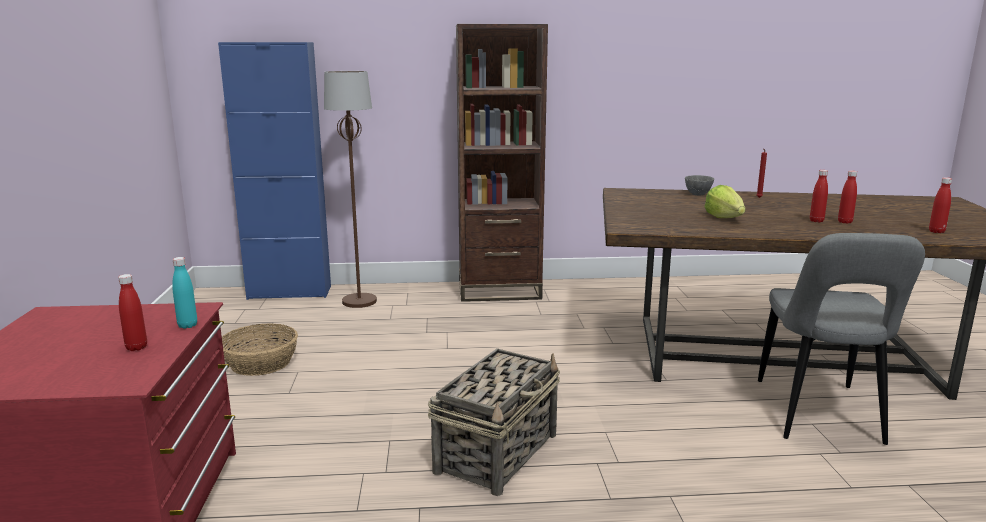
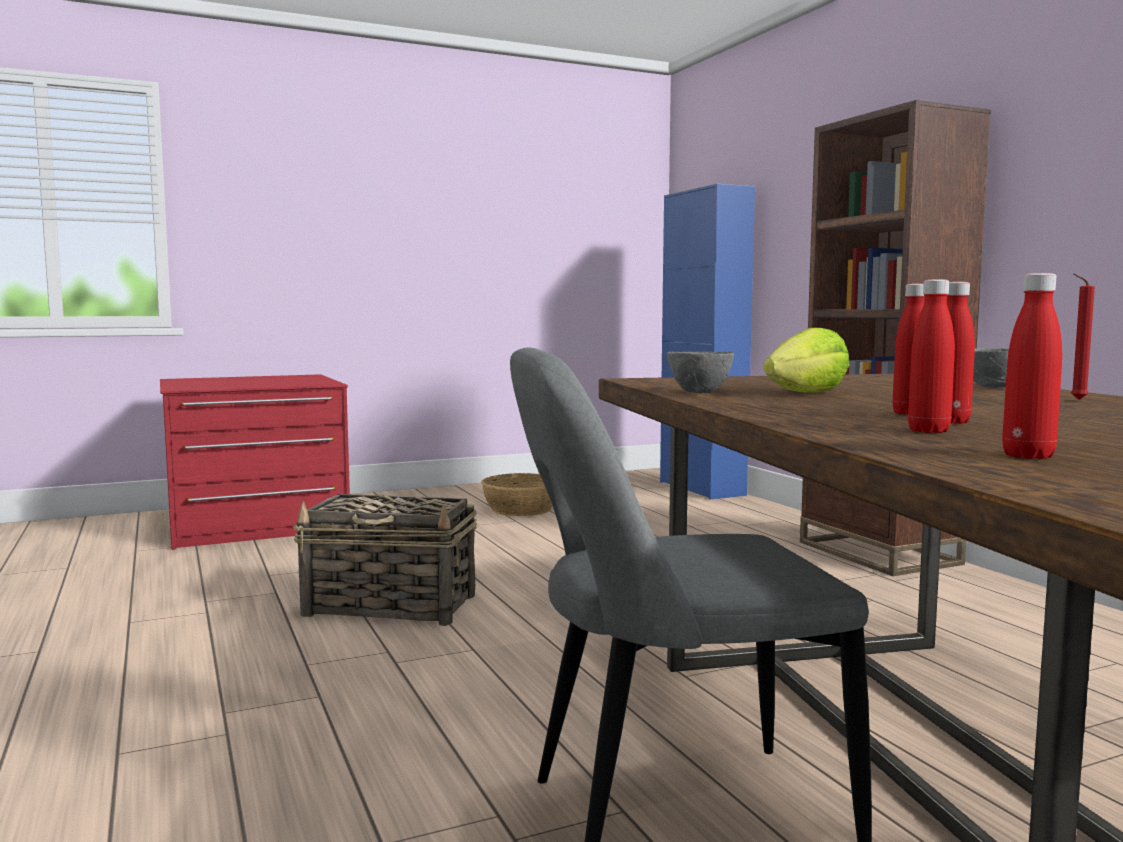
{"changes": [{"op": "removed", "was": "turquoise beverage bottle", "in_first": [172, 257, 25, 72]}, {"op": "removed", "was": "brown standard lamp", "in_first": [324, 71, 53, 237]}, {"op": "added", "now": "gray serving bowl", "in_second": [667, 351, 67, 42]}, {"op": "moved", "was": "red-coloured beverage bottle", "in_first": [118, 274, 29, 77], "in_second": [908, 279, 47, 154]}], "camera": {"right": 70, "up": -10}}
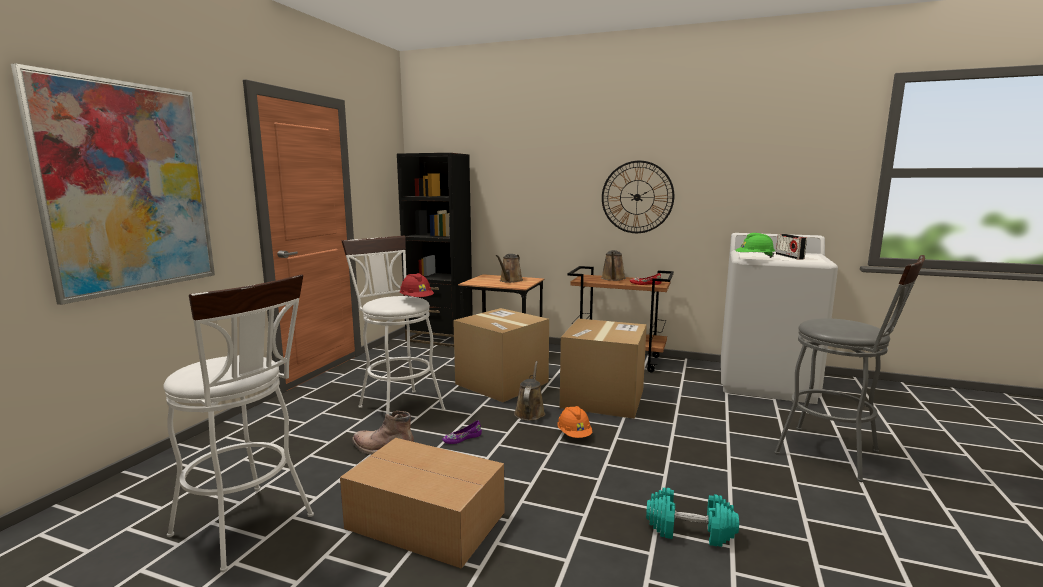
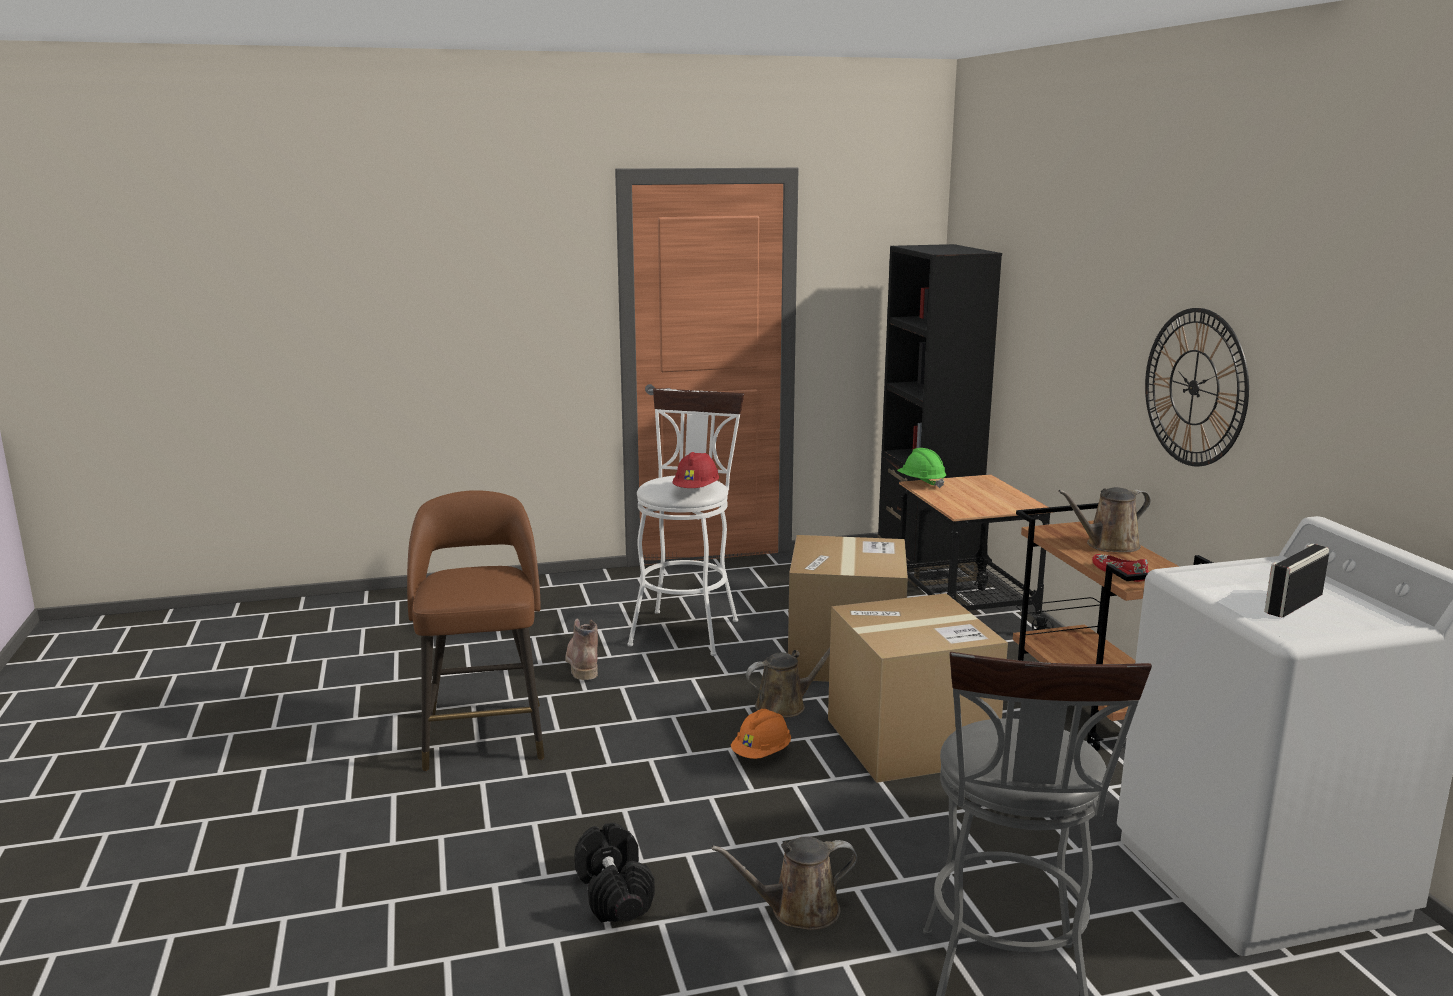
{"changes": [{"op": "removed", "was": "picture", "in_first": [11, 63, 204, 242]}, {"op": "removed", "was": "white-coloured stool", "in_first": [163, 274, 151, 298]}, {"op": "removed", "was": "purple shoe", "in_first": [442, 421, 40, 23]}, {"op": "moved", "was": "brown sprinkling can", "in_first": [496, 254, 27, 29], "in_second": [712, 836, 145, 94]}, {"op": "moved", "was": "green-coloured safety helmet", "in_first": [735, 233, 40, 25], "in_second": [897, 448, 49, 40]}, {"op": "replaced", "was": "packing box", "now": "brown stool", "in_first": [340, 438, 164, 131], "in_second": [407, 490, 137, 281]}, {"op": "recoloured", "was": "turquoise free weight", "now": "blackish free weight", "in_first": [646, 488, 93, 59], "in_second": [574, 823, 81, 99]}], "camera": {"right": 55, "up": 5}}
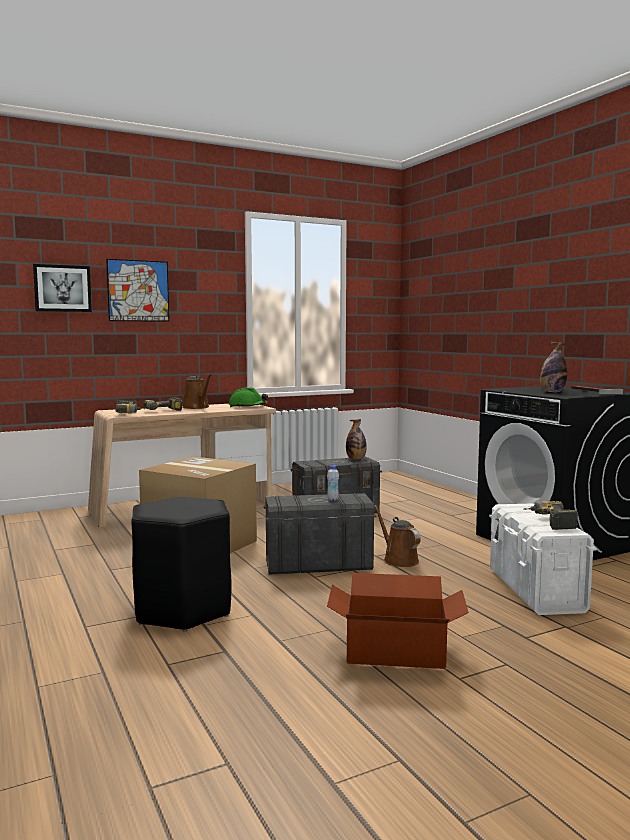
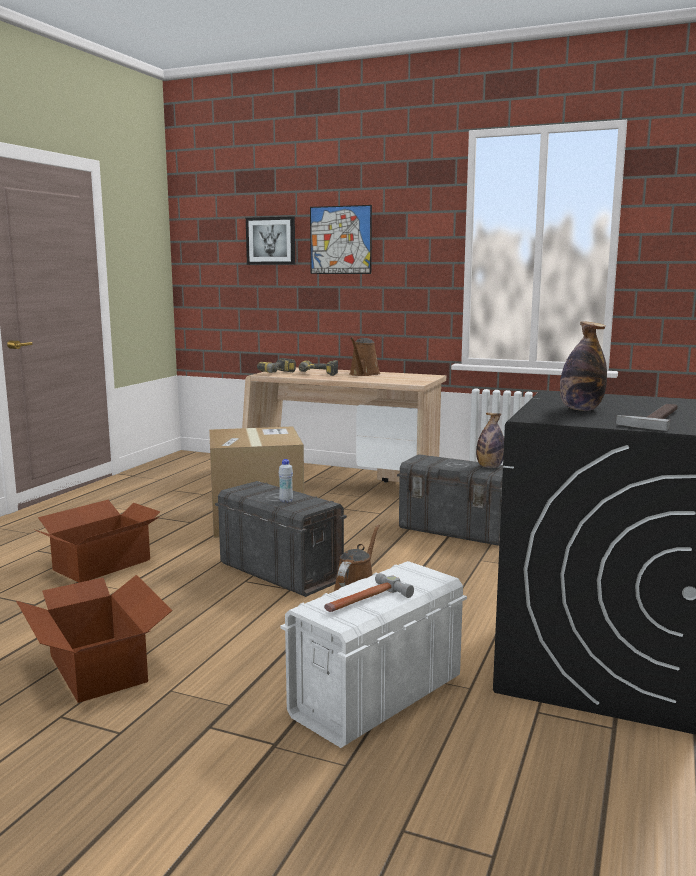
{"changes": [{"op": "removed", "was": "green-coloured safety helmet", "in_first": [229, 387, 39, 20]}, {"op": "replaced", "was": "blackish stool", "now": "packing box", "in_first": [131, 497, 100, 135], "in_second": [33, 500, 127, 83]}, {"op": "replaced", "was": "electric drill", "now": "tool hammer", "in_first": [524, 501, 54, 29], "in_second": [324, 573, 90, 39]}], "camera": {"right": 50, "up": 5}}
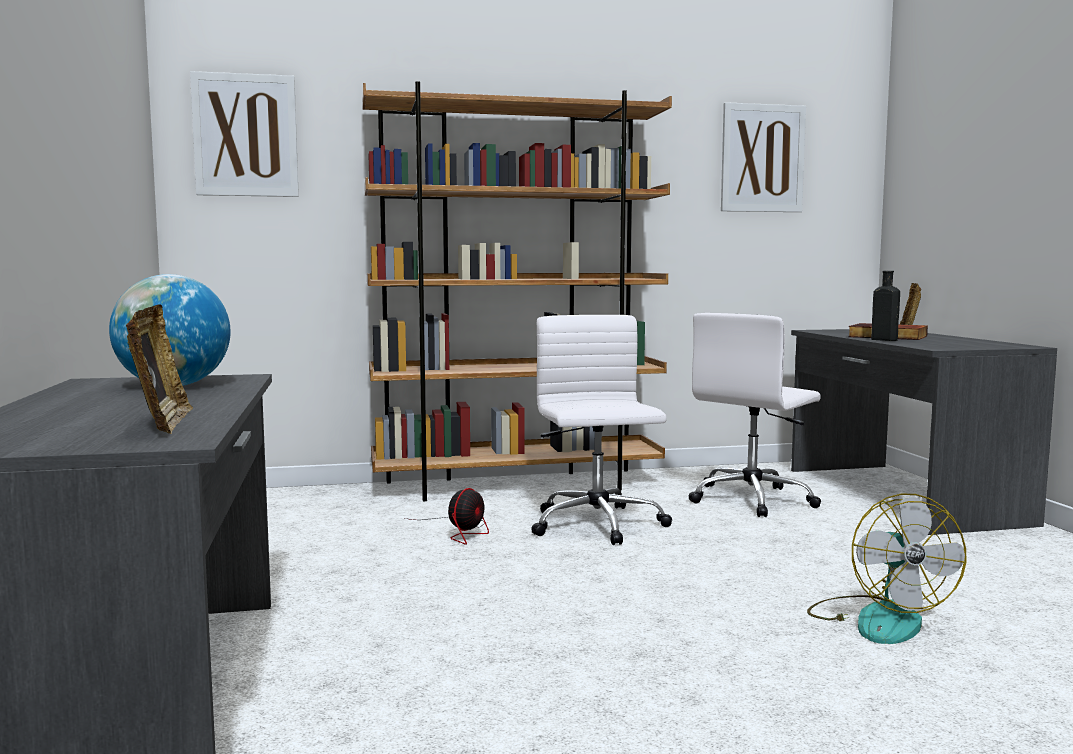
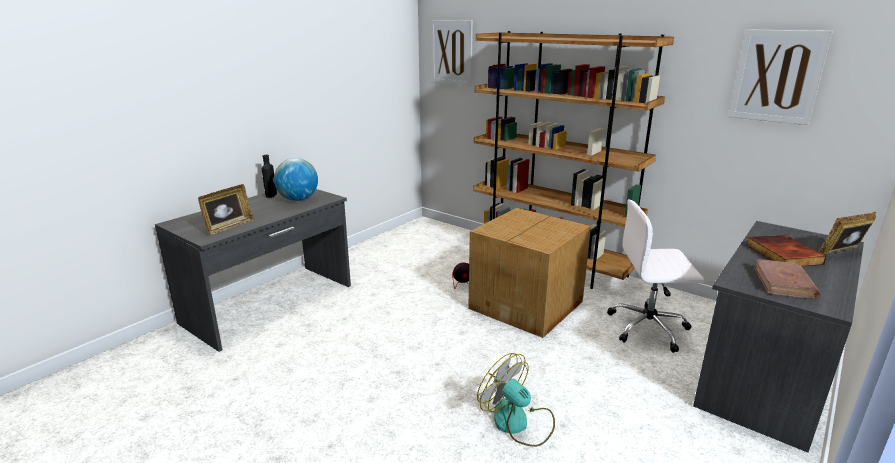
{"changes": [{"op": "added", "now": "brown book", "in_second": [753, 259, 67, 40]}, {"op": "moved", "was": "blackish beverage bottle", "in_first": [871, 271, 29, 70], "in_second": [262, 155, 15, 43]}, {"op": "replaced", "was": "white-coloured computer chair", "now": "packing box", "in_first": [531, 315, 141, 230], "in_second": [468, 208, 123, 130]}, {"op": "turned", "was": "fan", "in_first": [807, 494, 159, 150], "in_second": [477, 353, 78, 94], "clockwise": 90}], "camera": {"right": 50, "up": 15}}
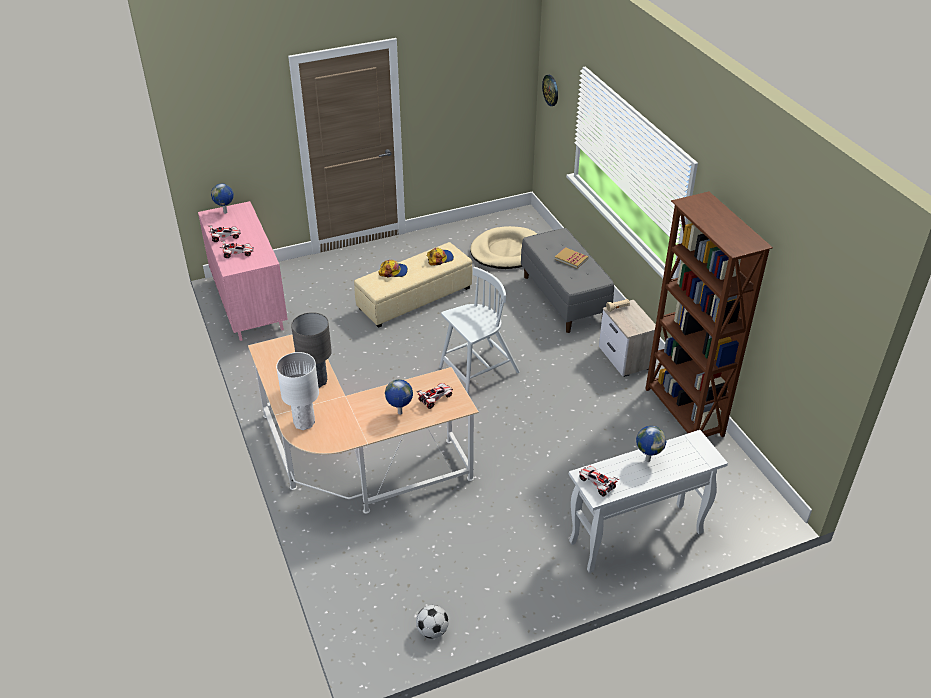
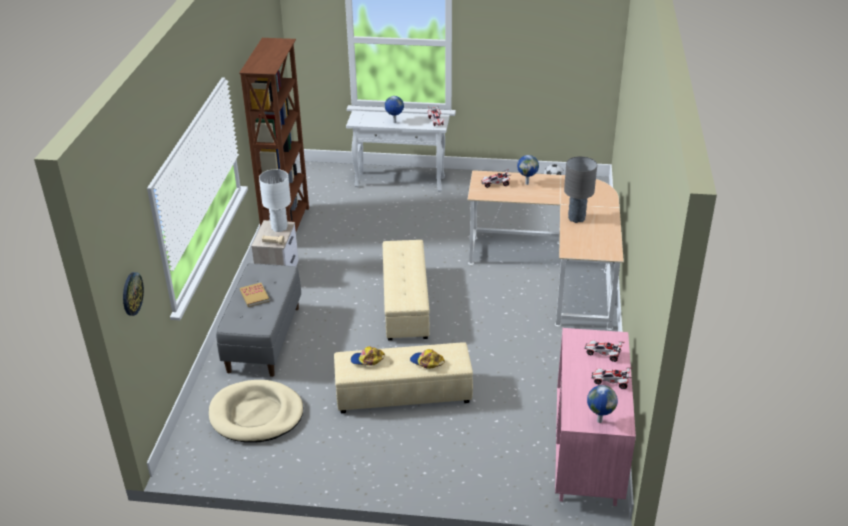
{"changes": [{"op": "moved", "was": "white-coloured table lamp", "in_first": [276, 352, 43, 78], "in_second": [259, 169, 32, 63]}, {"op": "replaced", "was": "white-coloured chair", "now": "beige pouffe", "in_first": [439, 267, 81, 128], "in_second": [382, 240, 48, 101]}], "camera": {"right": -150, "up": -5}}
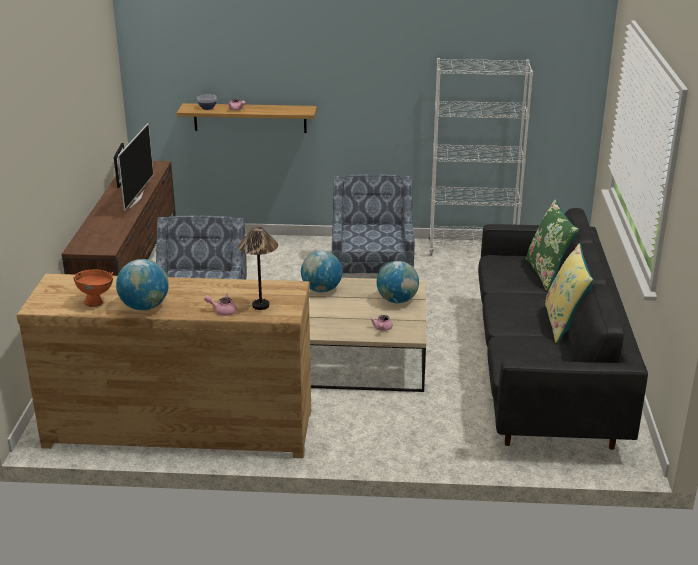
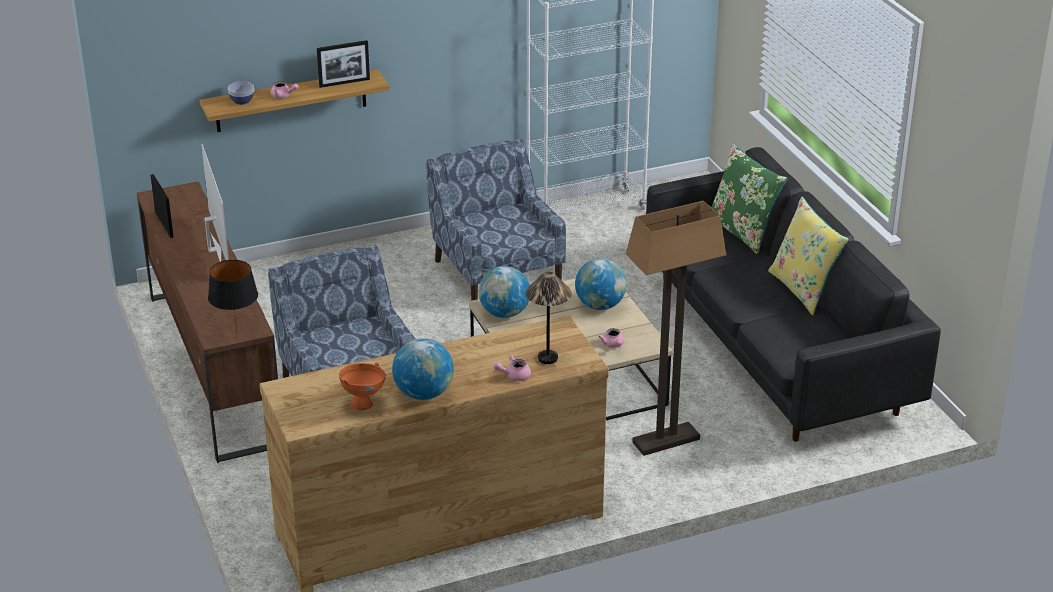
{"changes": [{"op": "added", "now": "blackish table lamp", "in_second": [208, 260, 50, 72]}, {"op": "added", "now": "standing frame", "in_second": [317, 40, 53, 48]}, {"op": "added", "now": "standard lamp", "in_second": [626, 201, 100, 255]}], "camera": {"right": -25, "up": 5}}
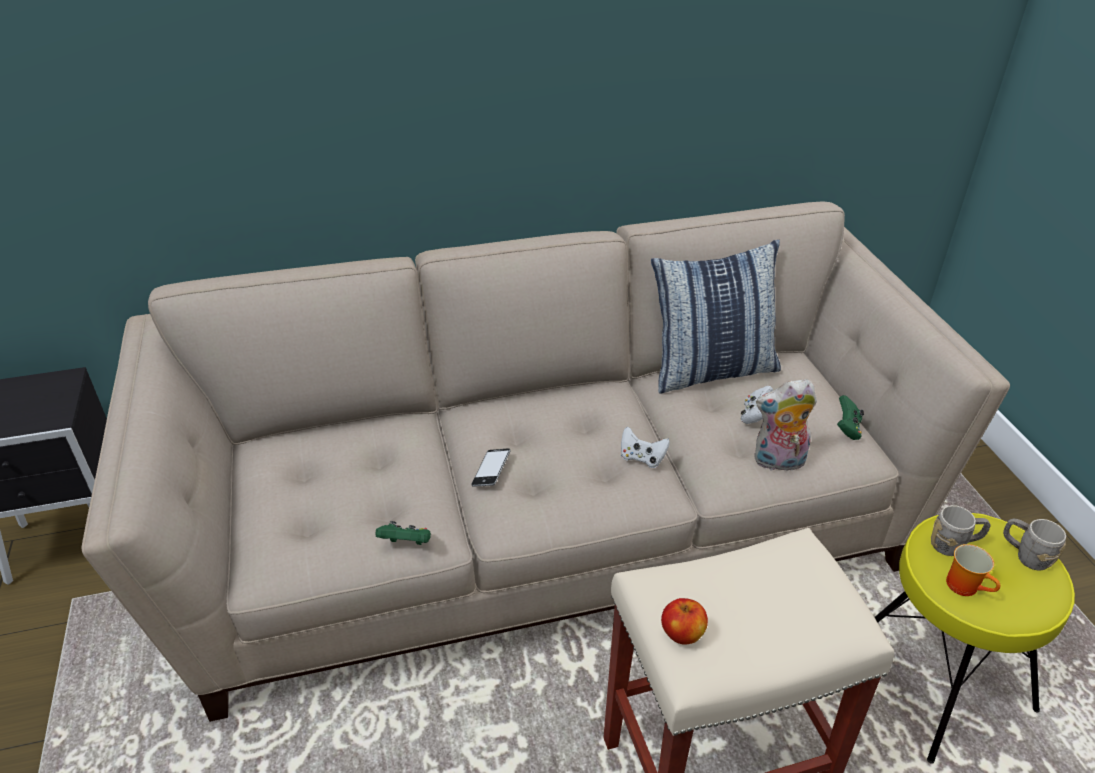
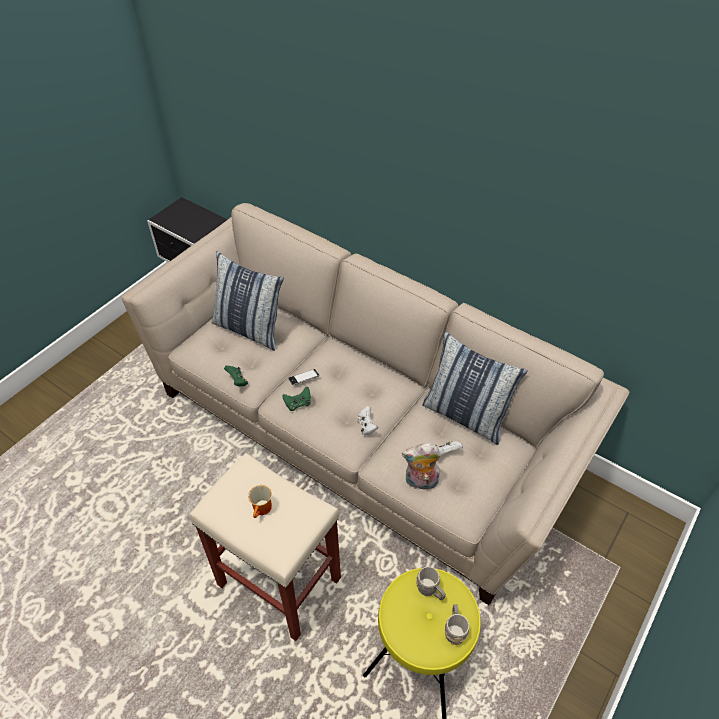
{"changes": [{"op": "removed", "was": "whole apple", "in_first": [661, 598, 47, 47]}, {"op": "added", "now": "throw pillow", "in_second": [212, 251, 72, 100]}, {"op": "moved", "was": "green-coloured game controller", "in_first": [837, 395, 27, 45], "in_second": [282, 386, 29, 25]}, {"op": "moved", "was": "tea mug", "in_first": [946, 544, 54, 52], "in_second": [248, 485, 24, 33]}, {"op": "turned", "was": "soft toy", "in_first": [754, 379, 63, 95], "in_second": [402, 443, 39, 47], "clockwise": -45}], "camera": {"right": 50, "up": 10}}
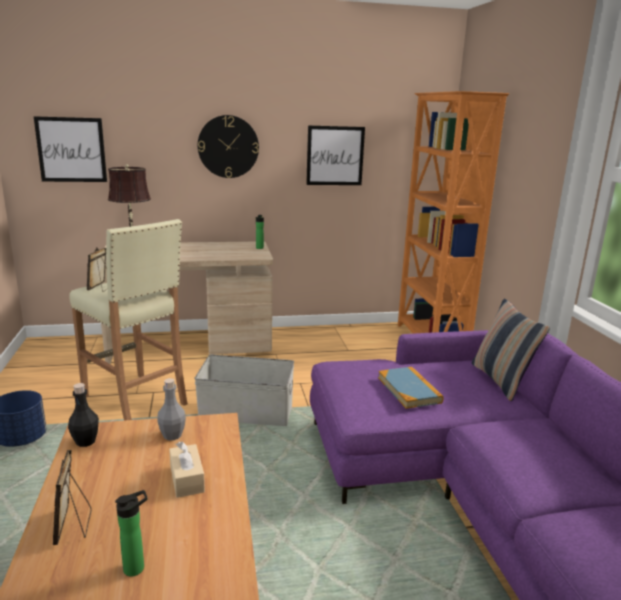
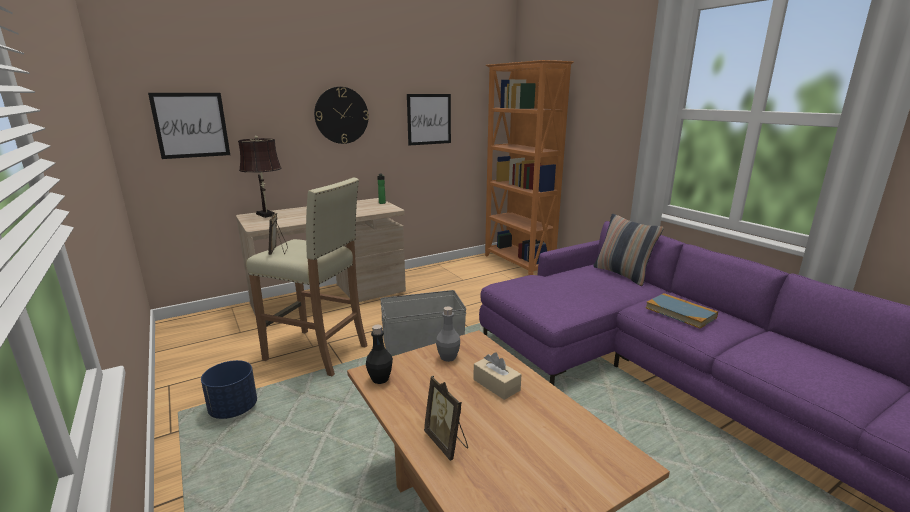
{"changes": [{"op": "removed", "was": "beverage bottle", "in_first": [115, 490, 32, 87]}, {"op": "moved", "was": "book", "in_first": [378, 367, 66, 42], "in_second": [646, 293, 72, 36]}], "camera": {"right": -20, "up": 0}}
